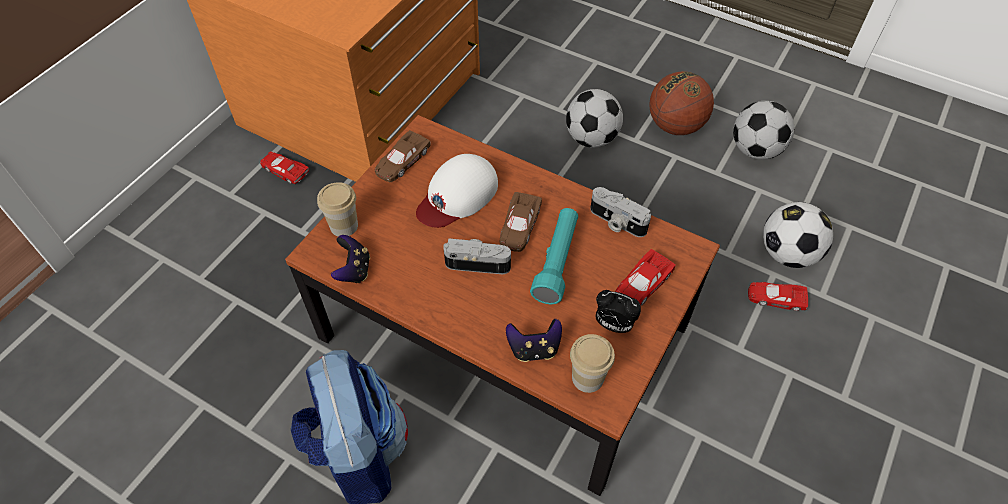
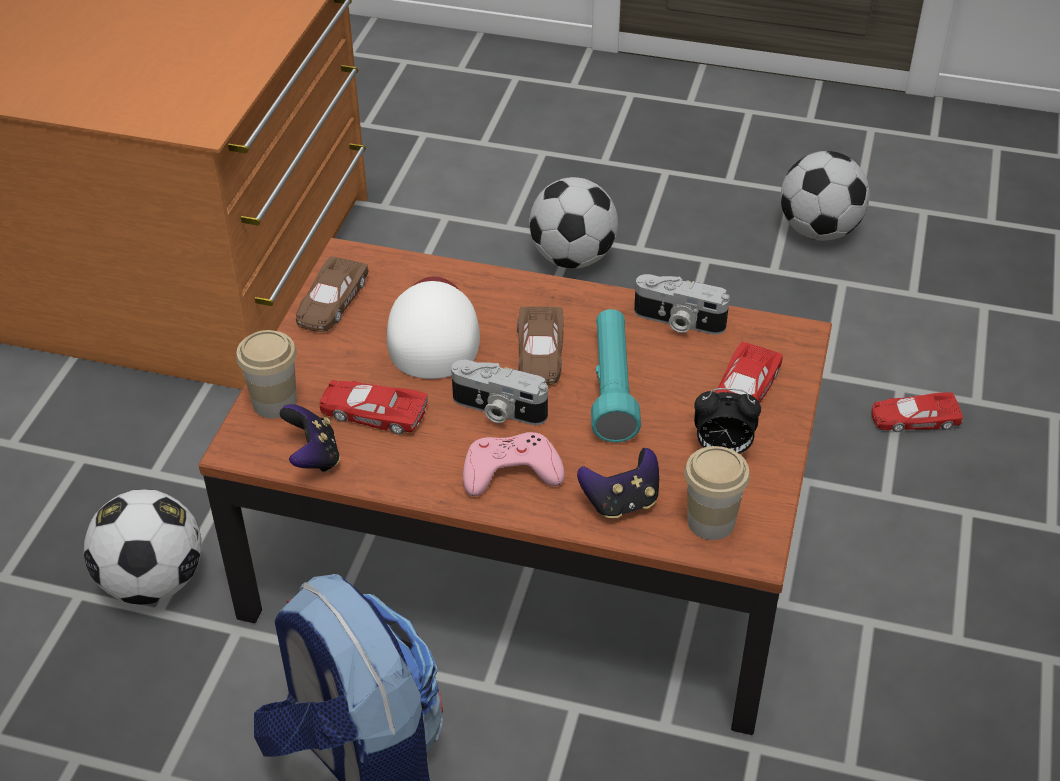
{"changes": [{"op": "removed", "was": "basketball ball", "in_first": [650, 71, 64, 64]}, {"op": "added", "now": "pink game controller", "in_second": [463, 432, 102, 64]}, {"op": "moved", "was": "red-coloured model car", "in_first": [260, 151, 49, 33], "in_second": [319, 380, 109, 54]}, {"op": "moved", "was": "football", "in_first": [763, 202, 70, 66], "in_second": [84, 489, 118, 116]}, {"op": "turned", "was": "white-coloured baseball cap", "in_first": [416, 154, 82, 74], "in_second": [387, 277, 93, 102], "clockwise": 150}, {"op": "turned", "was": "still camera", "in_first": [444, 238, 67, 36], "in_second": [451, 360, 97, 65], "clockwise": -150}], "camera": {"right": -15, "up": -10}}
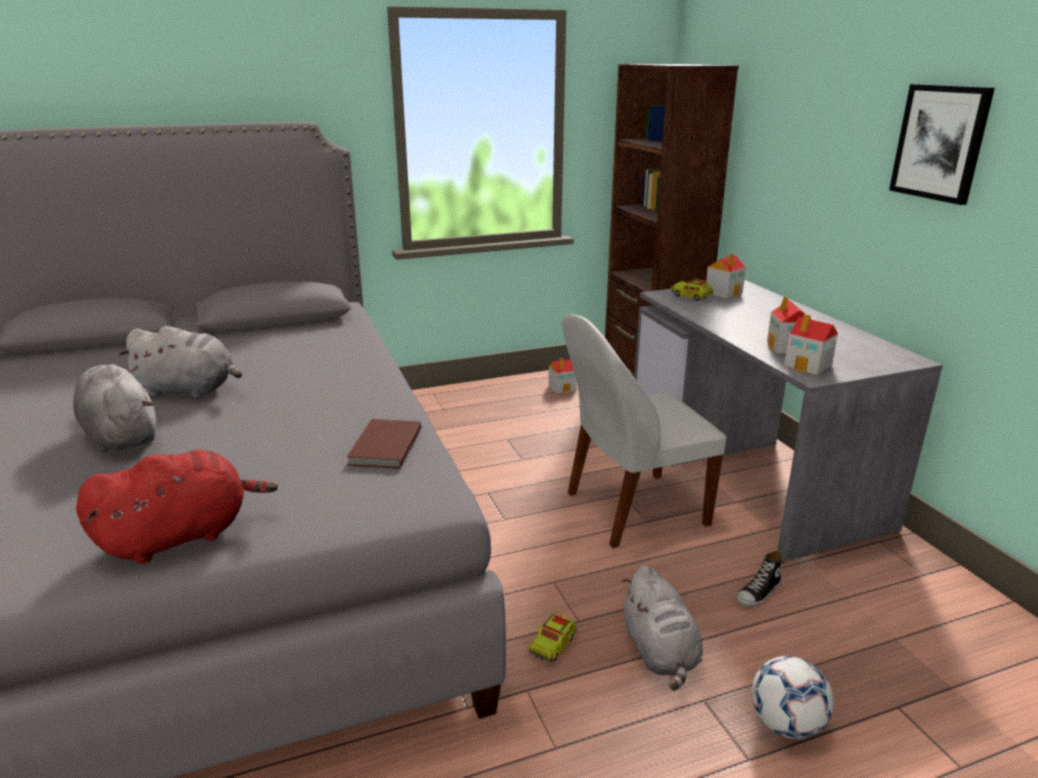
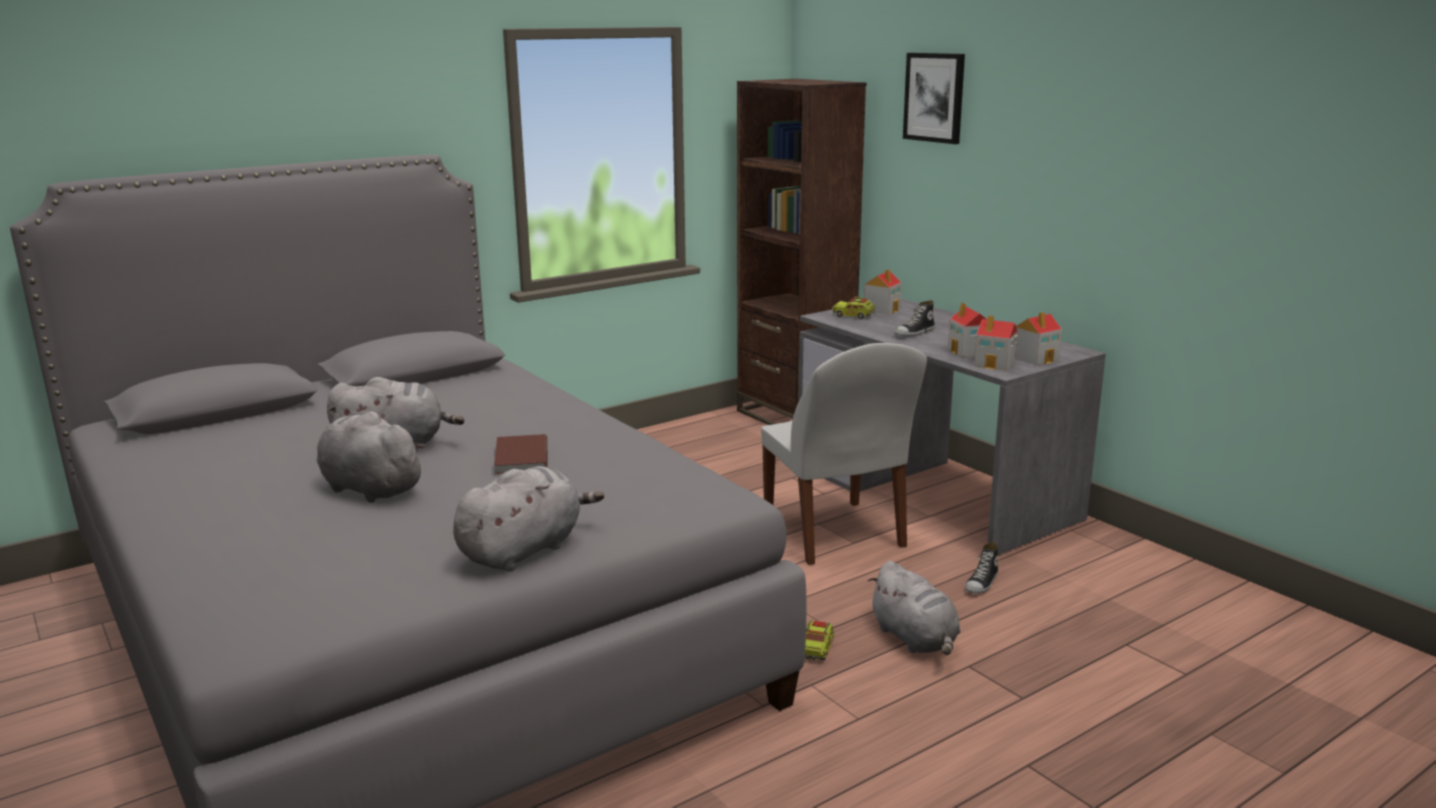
{"changes": [{"op": "removed", "was": "football", "in_first": [752, 656, 82, 83]}, {"op": "added", "now": "shoe", "in_second": [894, 300, 41, 37]}, {"op": "moved", "was": "brown book", "in_first": [347, 419, 75, 50], "in_second": [494, 434, 53, 40]}, {"op": "moved", "was": "toy house", "in_first": [549, 358, 28, 35], "in_second": [1015, 312, 47, 53]}, {"op": "moved", "was": "picture", "in_first": [889, 84, 106, 121], "in_second": [903, 53, 62, 91]}, {"op": "recoloured", "was": "red-coloured soft toy", "now": "gray soft toy", "in_first": [76, 450, 202, 114], "in_second": [453, 466, 151, 106]}, {"op": "turned", "was": "white-coloured chair", "in_first": [562, 314, 164, 234], "in_second": [761, 343, 166, 222], "clockwise": -75}], "camera": {"right": -15, "up": -5}}
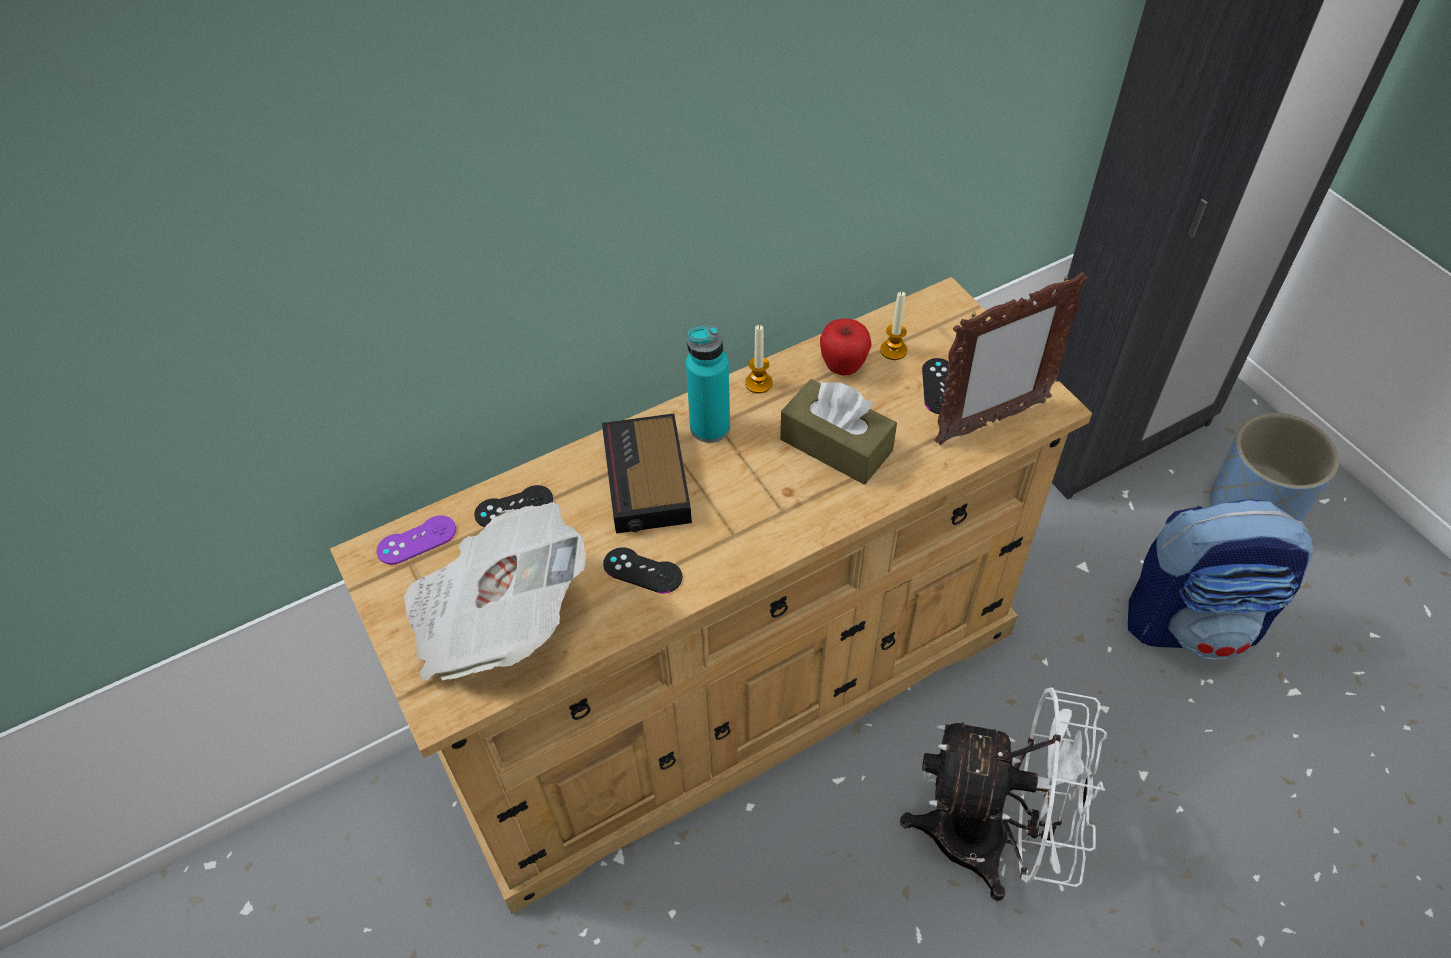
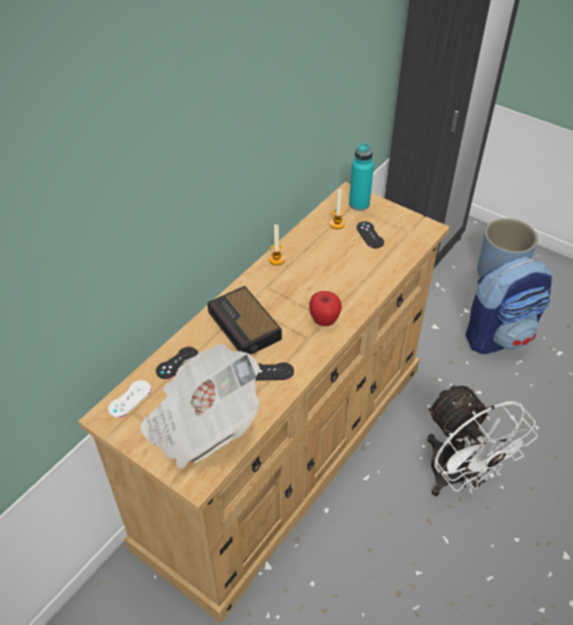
{"changes": [{"op": "removed", "was": "brown tissue box", "in_first": [780, 379, 117, 105]}, {"op": "removed", "was": "standing frame", "in_first": [935, 272, 153, 173]}, {"op": "moved", "was": "turquoise beverage bottle", "in_first": [686, 326, 44, 117], "in_second": [349, 143, 25, 68]}, {"op": "moved", "was": "whole apple", "in_first": [820, 319, 52, 56], "in_second": [309, 291, 33, 35]}, {"op": "recoloured", "was": "purple game controller", "now": "white-coloured game controller", "in_first": [377, 515, 79, 50], "in_second": [108, 380, 43, 37]}, {"op": "turned", "was": "white-coloured fan", "in_first": [900, 688, 207, 213], "in_second": [427, 383, 110, 113], "clockwise": 75}], "camera": {"right": -25, "up": -5}}
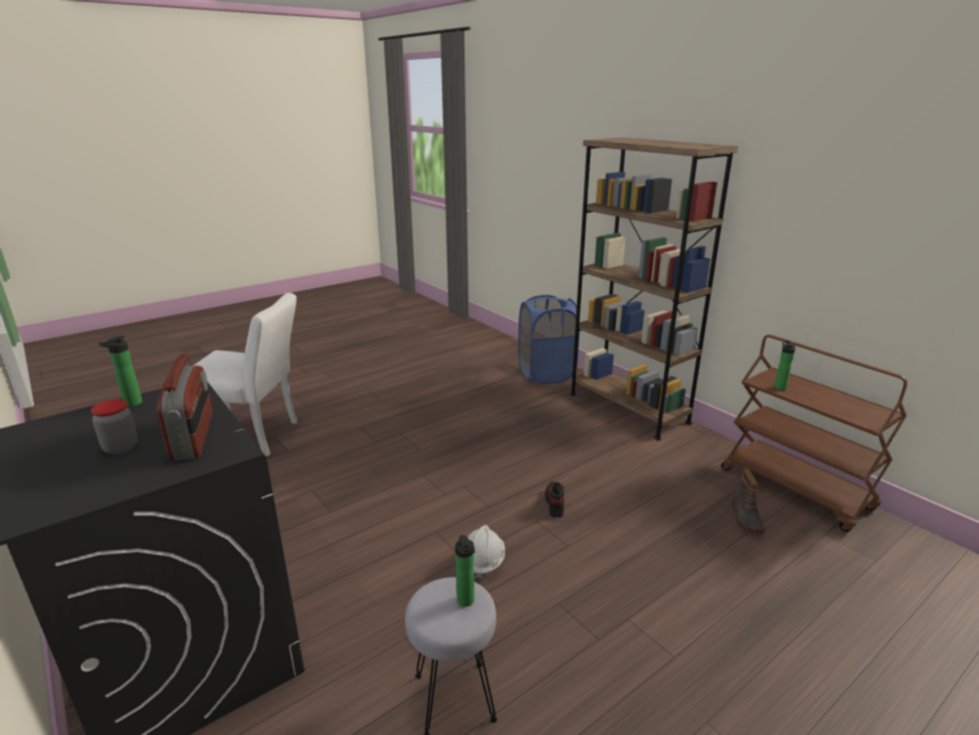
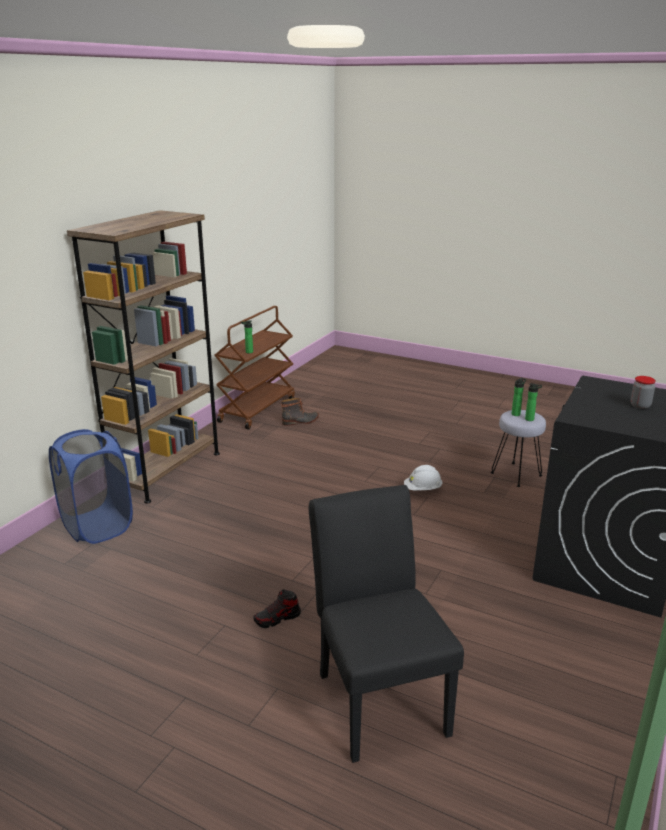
{"changes": [{"op": "removed", "was": "radio set", "in_first": [156, 354, 57, 107]}, {"op": "moved", "was": "beverage bottle", "in_first": [98, 336, 44, 71], "in_second": [525, 383, 17, 38]}, {"op": "moved", "was": "shoe", "in_first": [545, 482, 19, 36], "in_second": [253, 589, 48, 39]}, {"op": "recoloured", "was": "white-coloured chair", "now": "blackish chair", "in_first": [193, 293, 104, 163], "in_second": [309, 485, 155, 278]}], "camera": {"right": -115, "up": 0}}
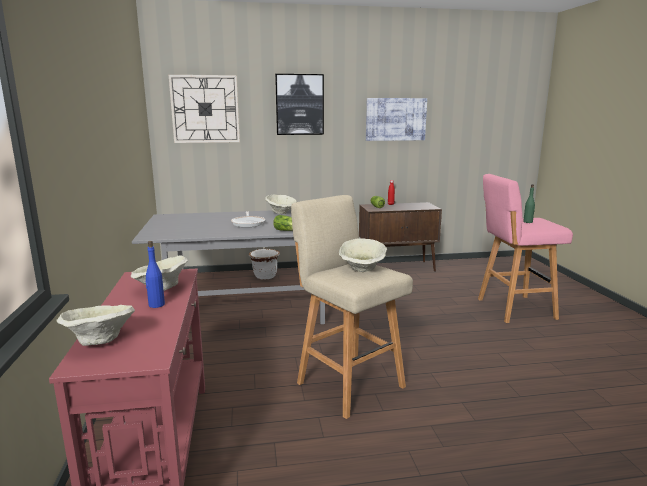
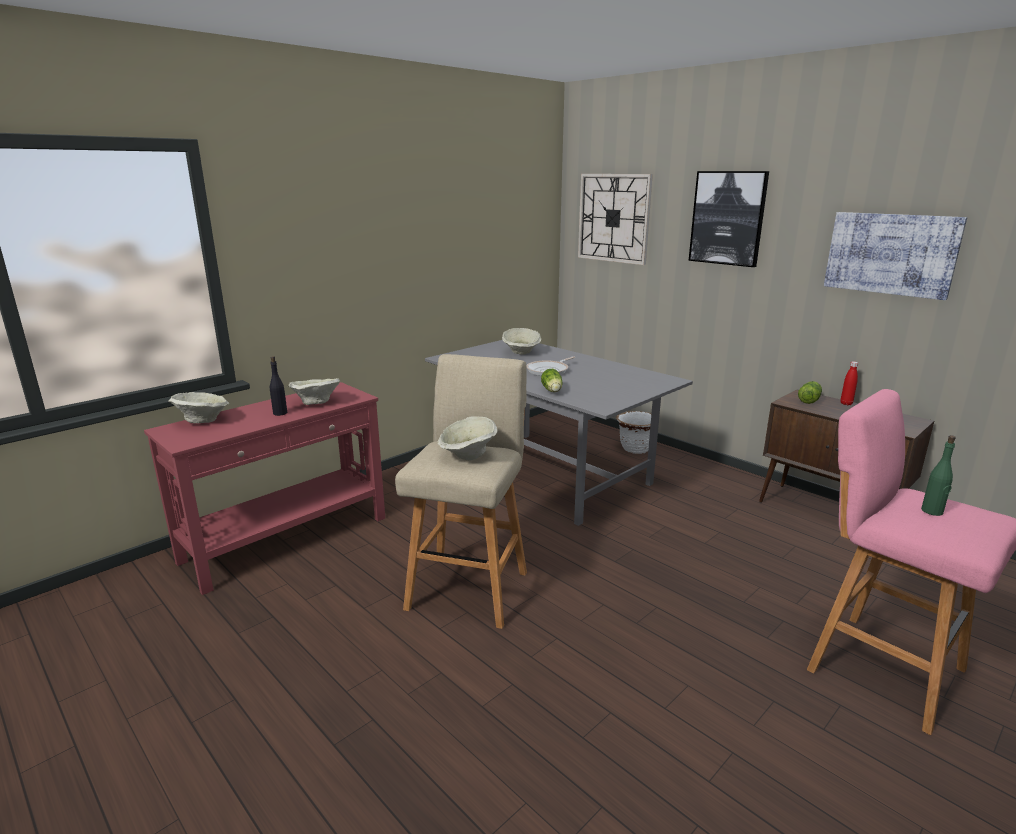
{"changes": [{"op": "moved", "was": "beige serving bowl", "in_first": [265, 195, 32, 19], "in_second": [502, 328, 39, 27]}, {"op": "recoloured", "was": "blue-coloured beverage bottle", "now": "blackish beverage bottle", "in_first": [145, 241, 20, 67], "in_second": [270, 356, 17, 60]}], "camera": {"right": 55, "up": 5}}
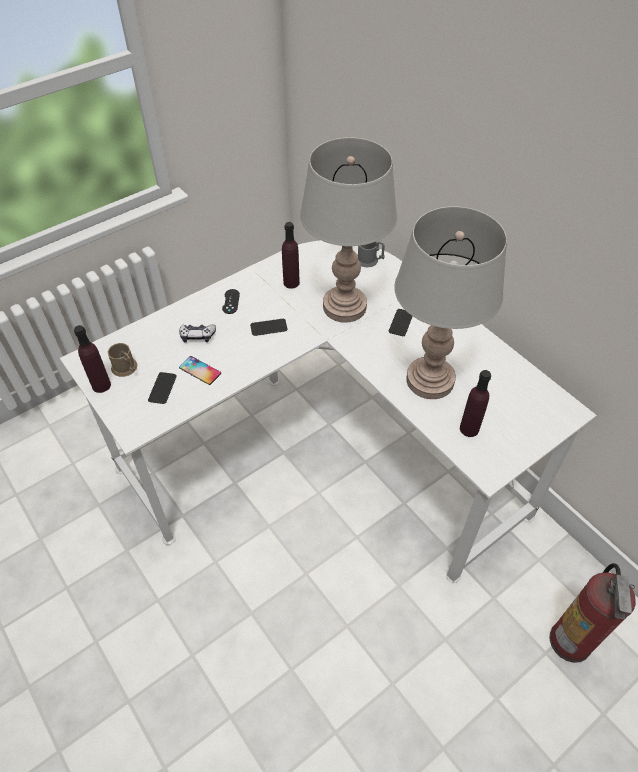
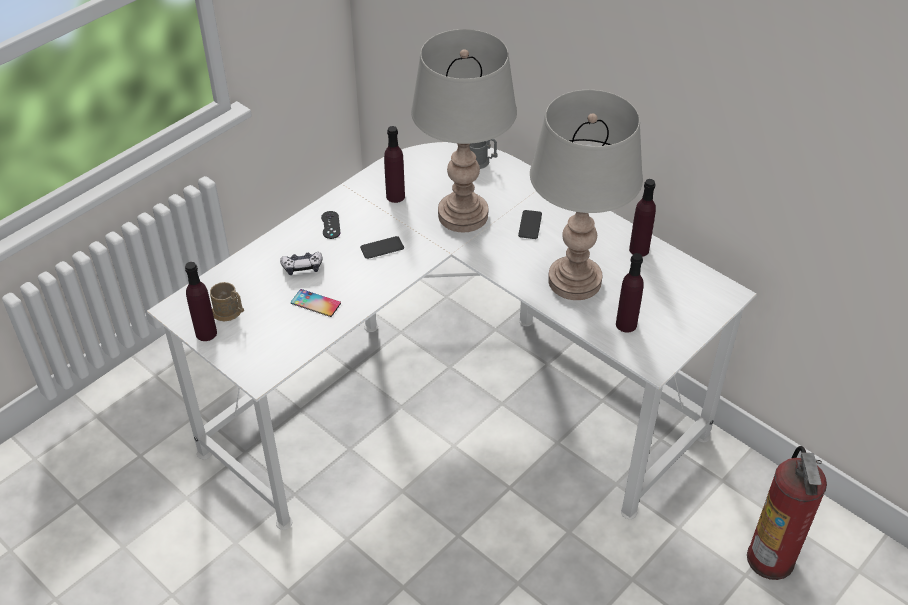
{"changes": [{"op": "removed", "was": "phone", "in_first": [148, 372, 29, 32]}, {"op": "added", "now": "purple beverage bottle", "in_second": [629, 179, 27, 78]}], "camera": {"right": -10, "up": -5}}
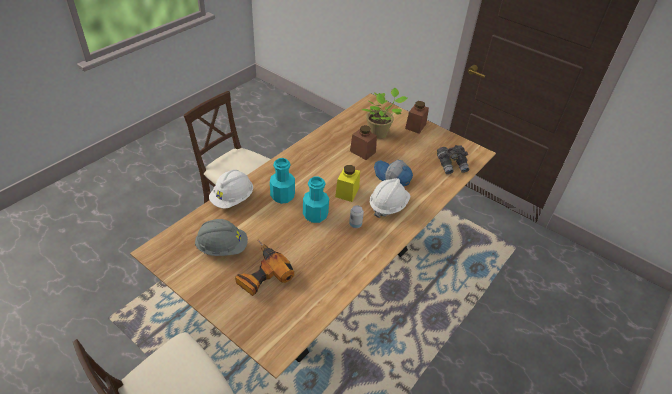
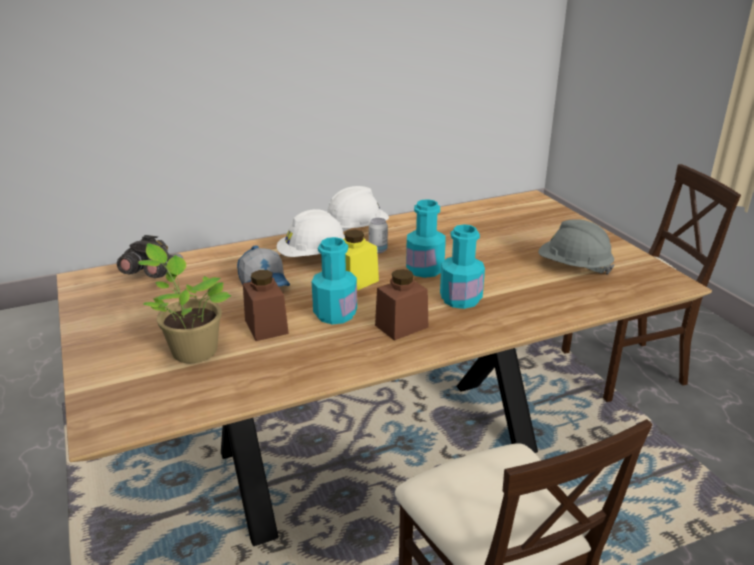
{"changes": [{"op": "removed", "was": "electric drill", "in_first": [235, 239, 59, 57]}, {"op": "added", "now": "turquoise beverage bottle", "in_second": [312, 237, 45, 87]}, {"op": "moved", "was": "white-coloured safety helmet", "in_first": [209, 170, 44, 39], "in_second": [327, 186, 62, 46]}, {"op": "moved", "was": "brown storage jar", "in_first": [405, 101, 24, 33], "in_second": [375, 269, 53, 72]}], "camera": {"right": -150, "up": -15}}
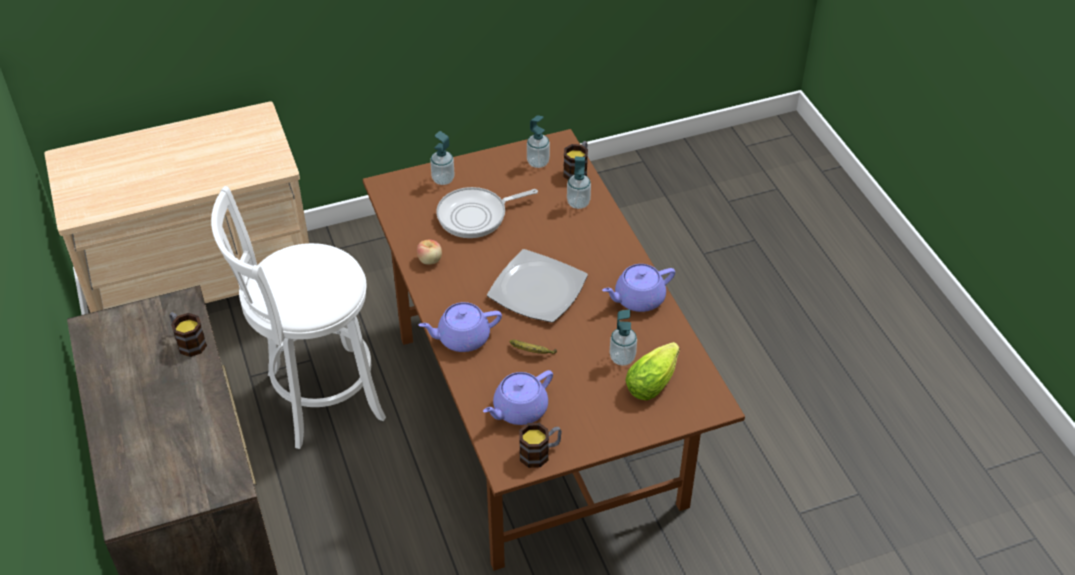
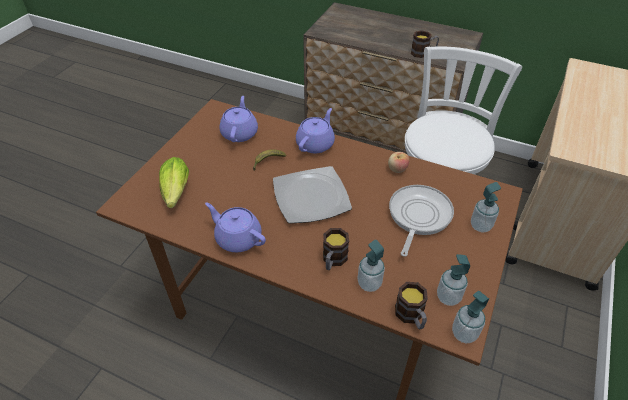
{"changes": [{"op": "moved", "was": "tea mug", "in_first": [519, 423, 43, 45], "in_second": [323, 228, 26, 42]}, {"op": "moved", "was": "liquid soap bottle", "in_first": [610, 309, 27, 57], "in_second": [452, 291, 37, 52]}, {"op": "turned", "was": "purple pot for tea", "in_first": [602, 264, 73, 48], "in_second": [205, 203, 61, 49], "clockwise": -75}], "camera": {"right": 135, "up": 0}}
